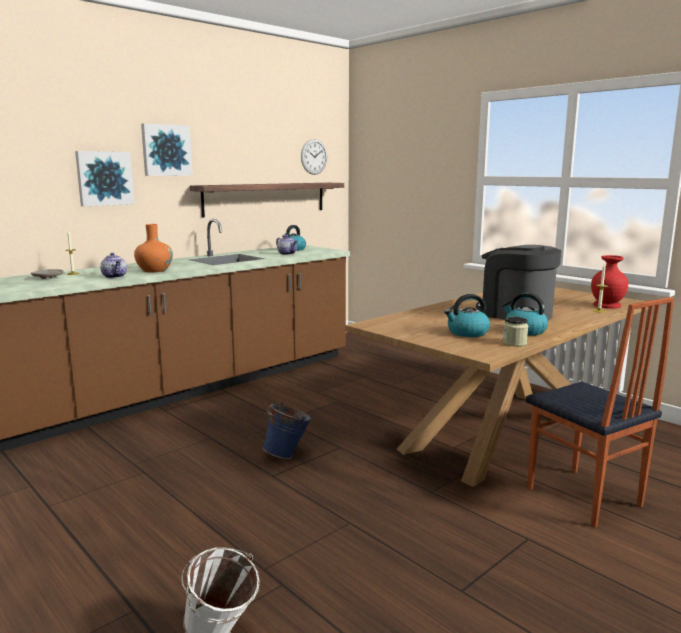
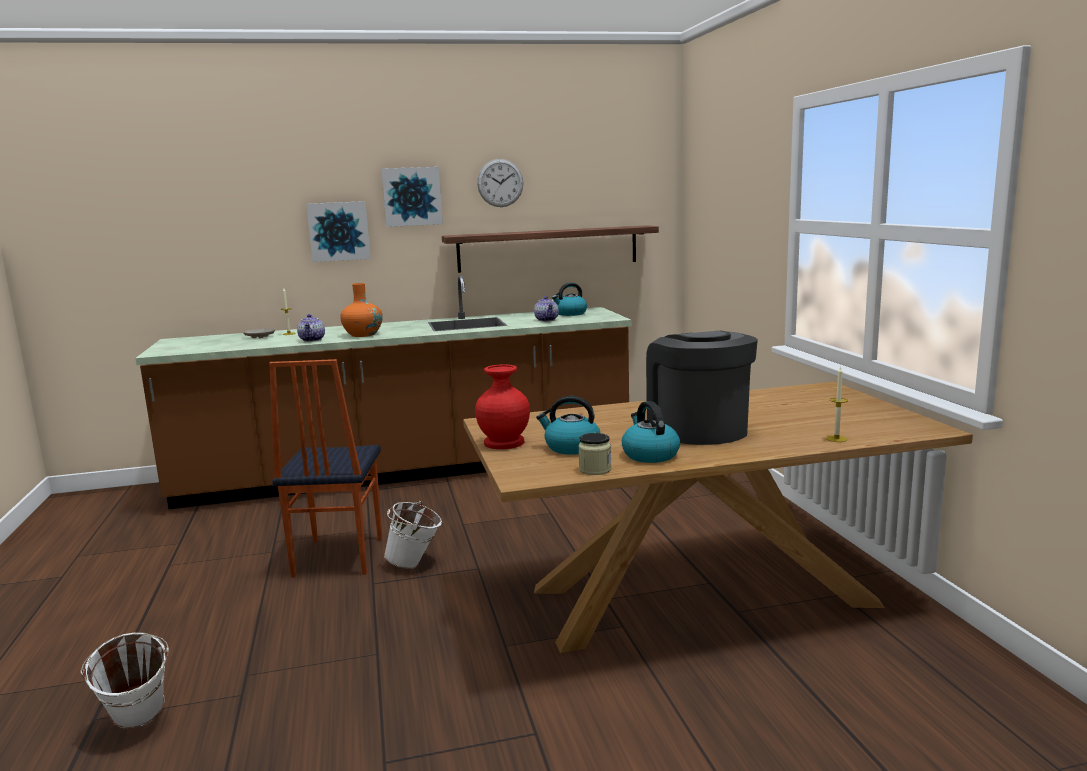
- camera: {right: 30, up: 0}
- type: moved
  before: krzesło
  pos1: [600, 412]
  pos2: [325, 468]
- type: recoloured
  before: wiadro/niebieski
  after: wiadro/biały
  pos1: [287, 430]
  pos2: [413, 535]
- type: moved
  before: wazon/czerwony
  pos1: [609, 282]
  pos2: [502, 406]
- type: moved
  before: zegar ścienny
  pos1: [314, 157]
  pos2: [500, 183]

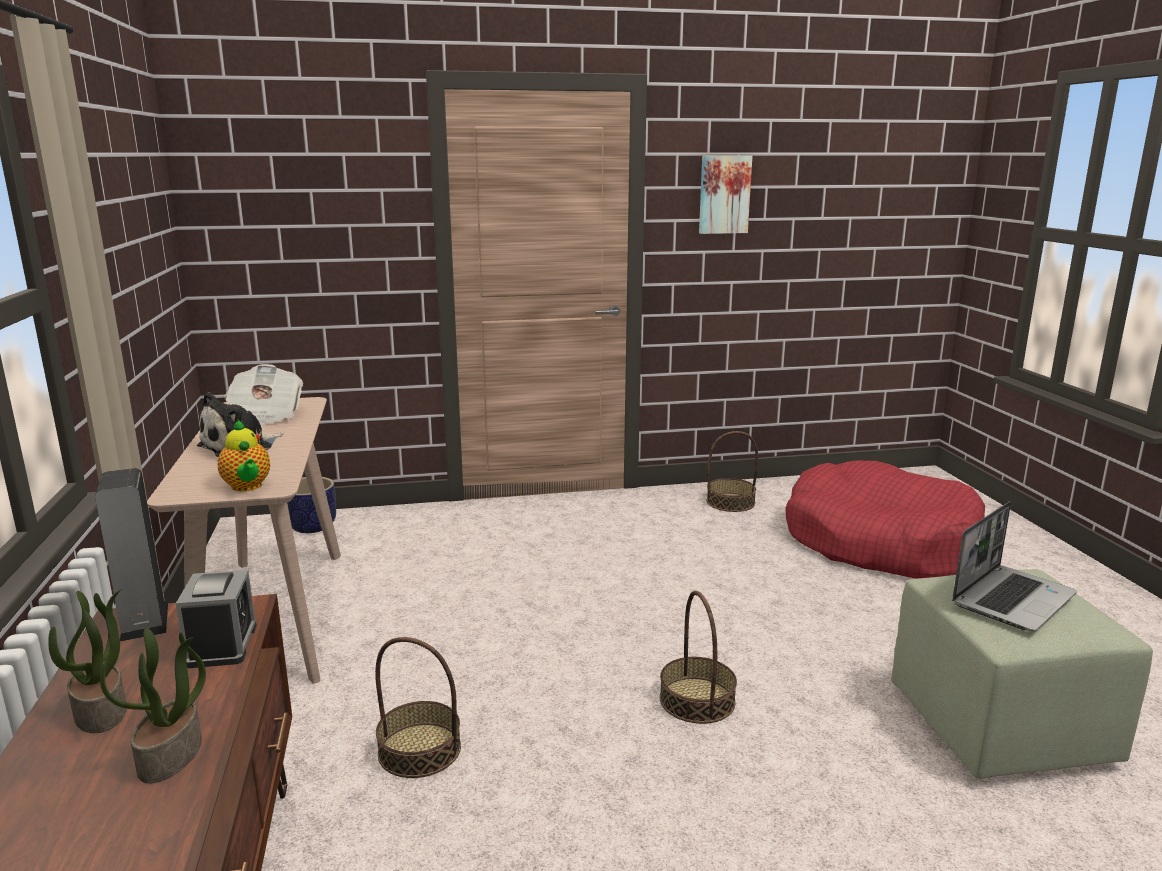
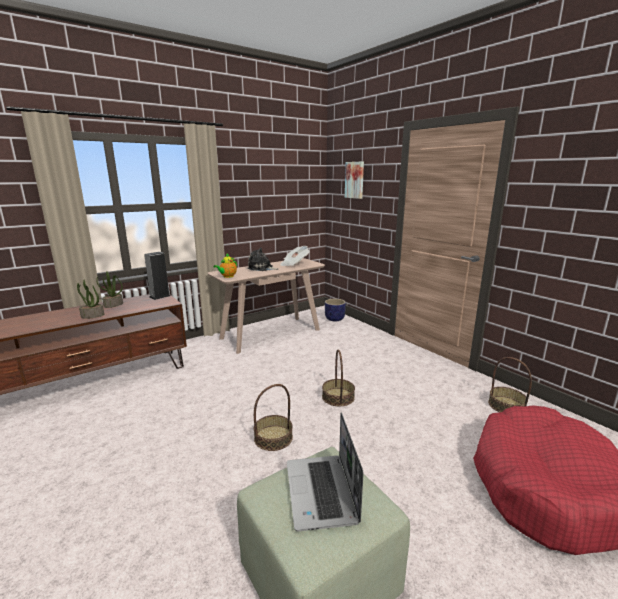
- camera: {right: 65, up: 0}
- type: turned
  before: laptop
  pos1: [1014, 566]
  pos2: [325, 472]
  turn: 60
- type: moved
  before: koszyk
  pos1: [418, 707]
  pos2: [338, 377]
- type: moved
  before: obraz
  pos1: [725, 194]
  pos2: [354, 180]
- type: removed
  before: budzik
  pos1: [216, 619]

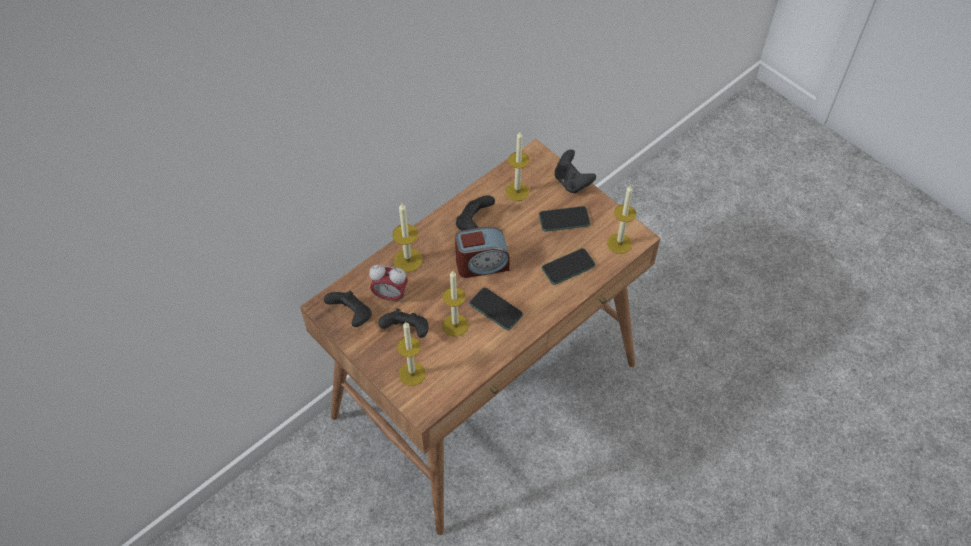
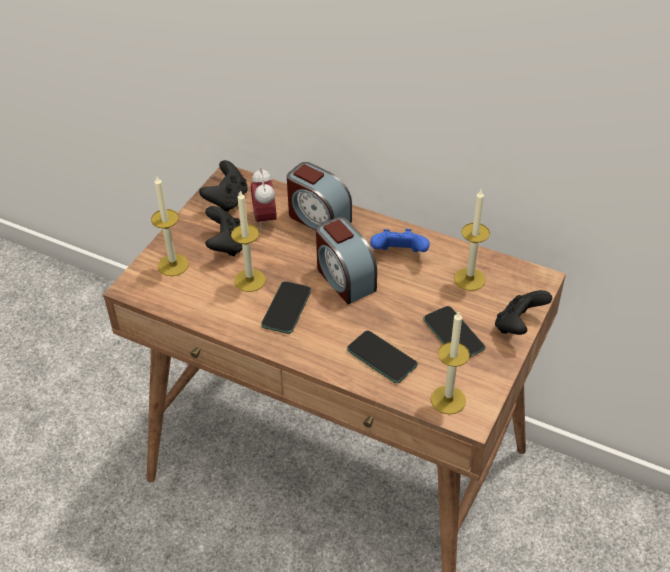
- camera: {right: 70, up: -10}
- type: replaced
  before: świeca
  after: budzik
  pos1: [407, 237]
  pos2: [319, 196]
- type: recoloured
  before: pad do gier/czarny
  after: pad do gier/niebieski
  pos1: [475, 212]
  pos2: [400, 240]

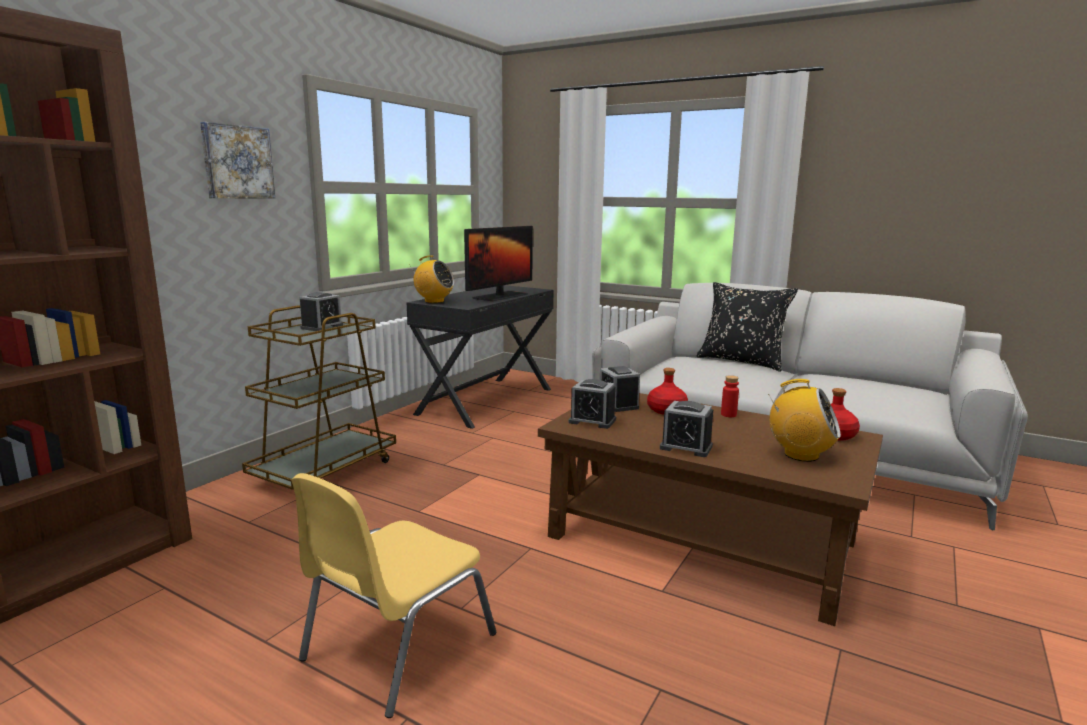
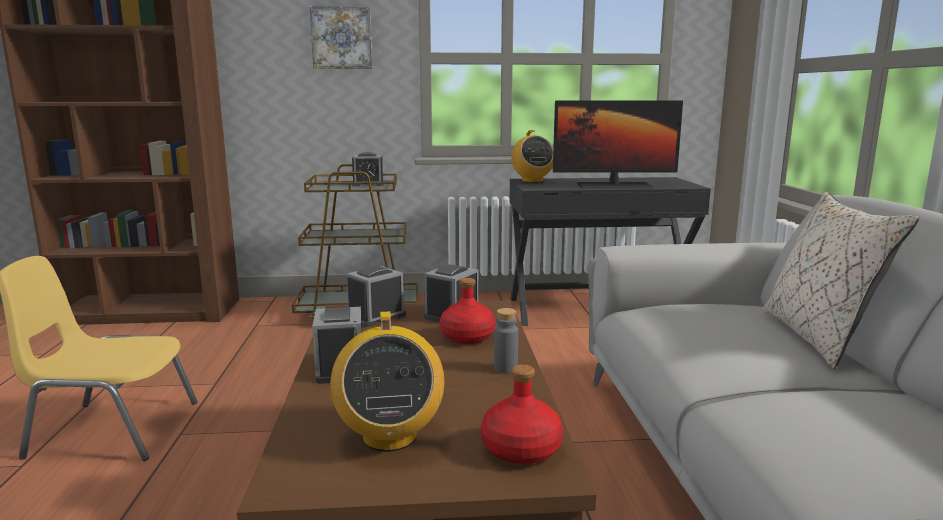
- camera: {right: 55, up: 0}
- type: turned
  before: budzik
  pos1: [592, 404]
  pos2: [376, 296]
  turn: 60
- type: recoloured
  before: butelka/czerwony
  after: butelka/szary
  pos1: [730, 396]
  pos2: [506, 340]
- type: recoloured
  before: poduszka/czarny
  after: poduszka/beżowy
  pos1: [747, 327]
  pos2: [840, 280]

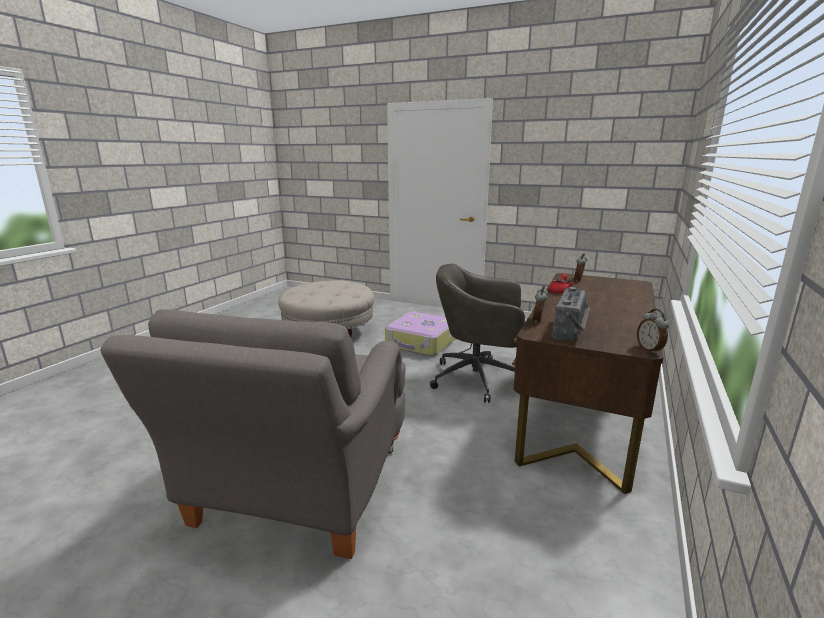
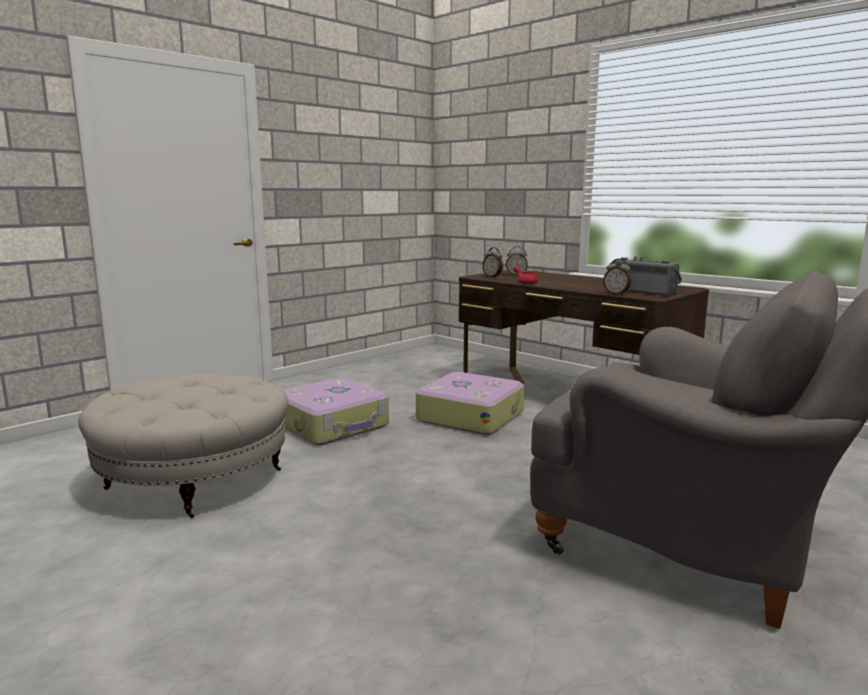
- camera: {right: -70, up: -5}
- type: replaced
  before: krzesło biurowe/szary
  after: walizka
  pos1: [477, 333]
  pos2: [470, 403]
- type: moved
  before: budzik
  pos1: [653, 331]
  pos2: [517, 260]

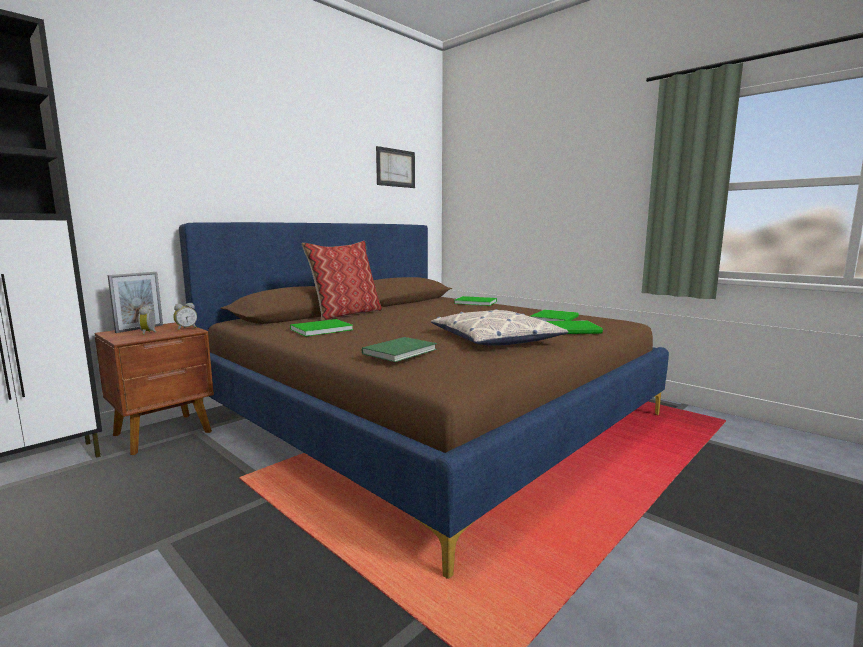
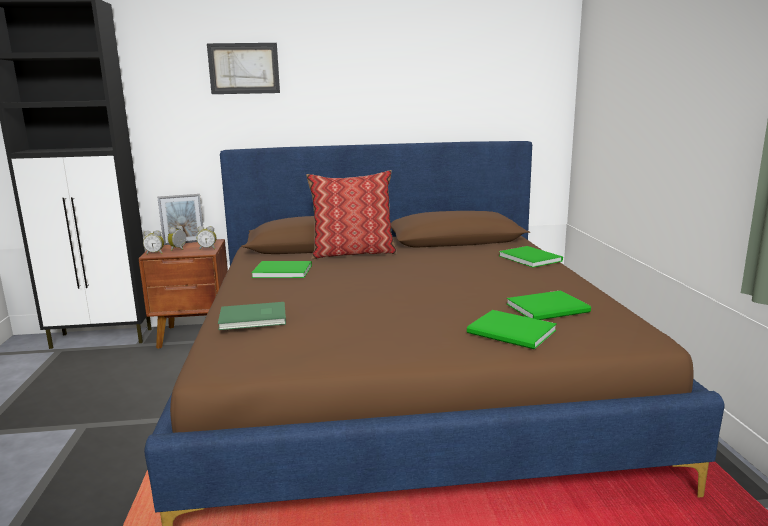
- camera: {right: 40, up: 5}
- type: added
  after: budzik
  pos2: [153, 242]
- type: moved
  before: obraz
  pos1: [395, 167]
  pos2: [243, 68]
- type: removed
  before: poduszka
  pos1: [500, 327]

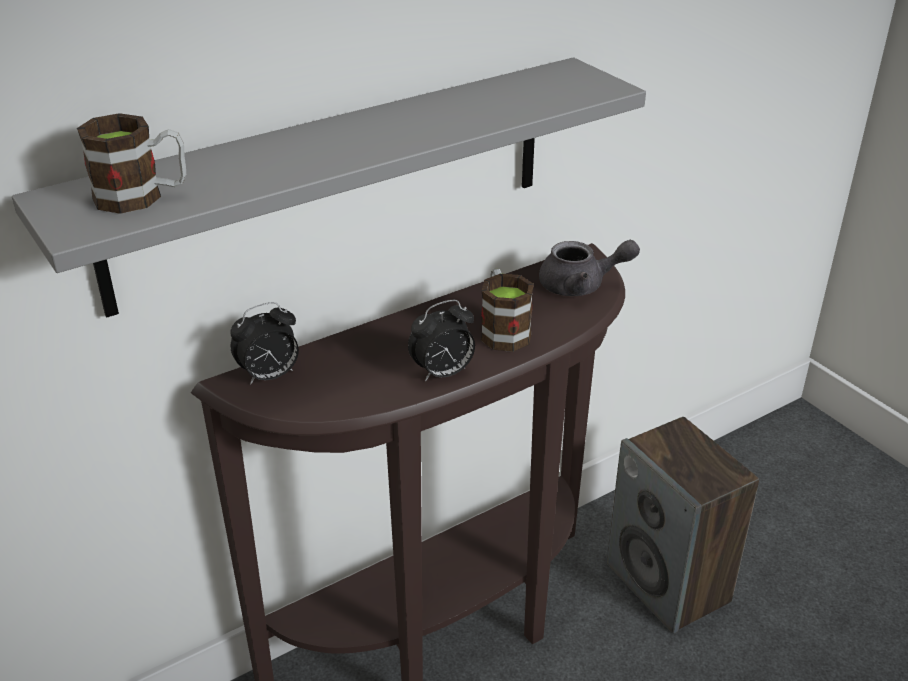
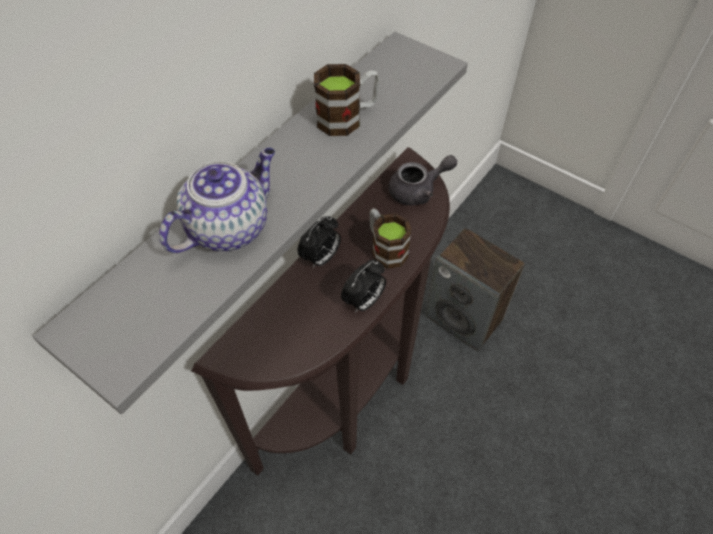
- camera: {right: -20, up: 20}
- type: added
  after: imbryk
  pos2: [217, 200]
- type: moved
  before: budzik
  pos1: [264, 343]
  pos2: [319, 242]
- type: moved
  before: kubek
  pos1: [131, 163]
  pos2: [347, 100]

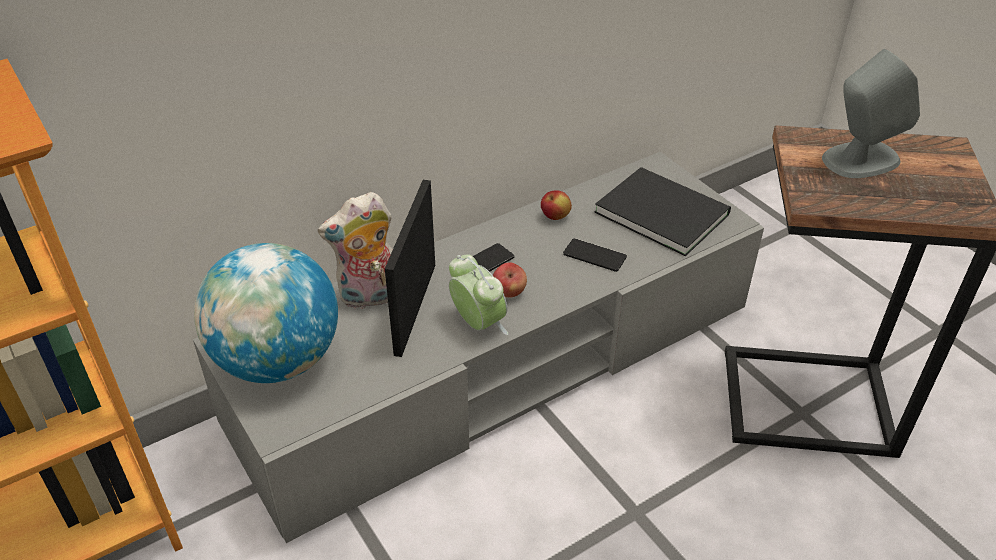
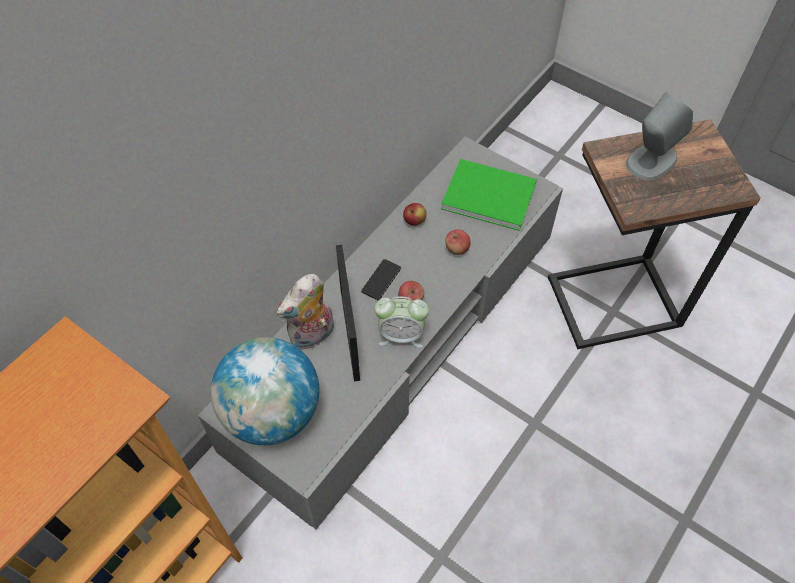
- camera: {right: -20, up: 15}
- type: turned
  before: budzik
  pos1: [478, 294]
  pos2: [401, 322]
  turn: 150
- type: recoloured
  before: książka/czarny
  after: książka/zielony
  pos1: [662, 211]
  pos2: [489, 195]
- type: replaced
  before: telefon
  after: jabłko
  pos1: [595, 255]
  pos2: [458, 242]

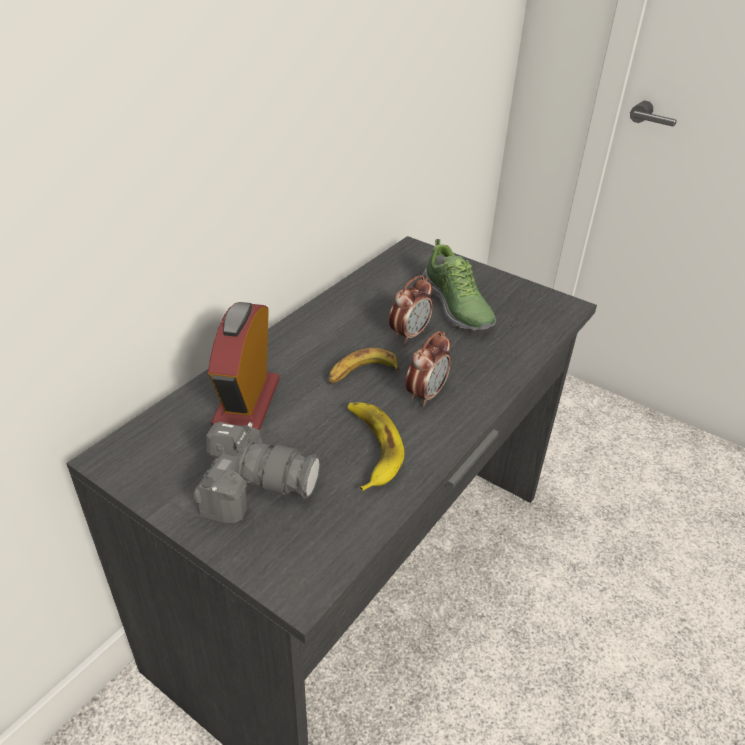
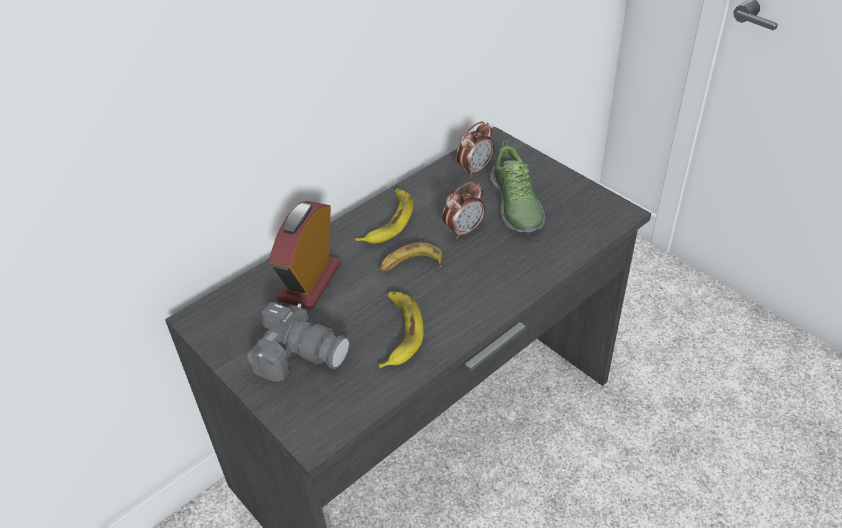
- camera: {right: 15, up: 5}
- type: added
  after: banan
  pos2: [384, 216]
- type: moved
  before: budzik
  pos1: [428, 369]
  pos2: [475, 149]

